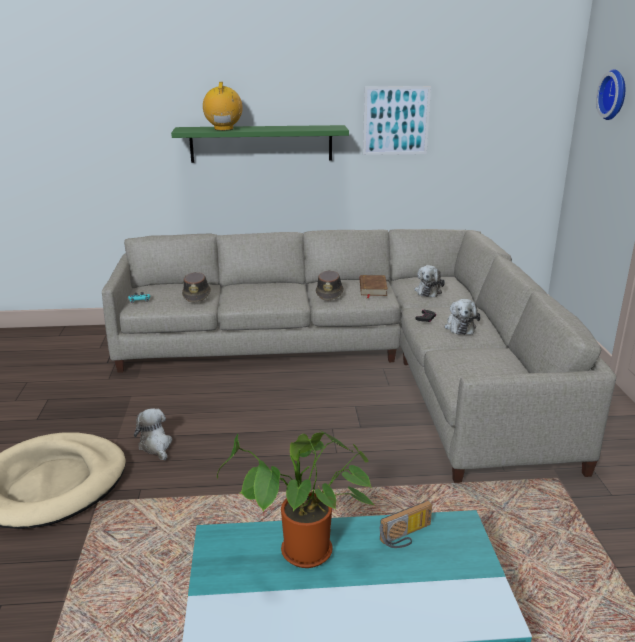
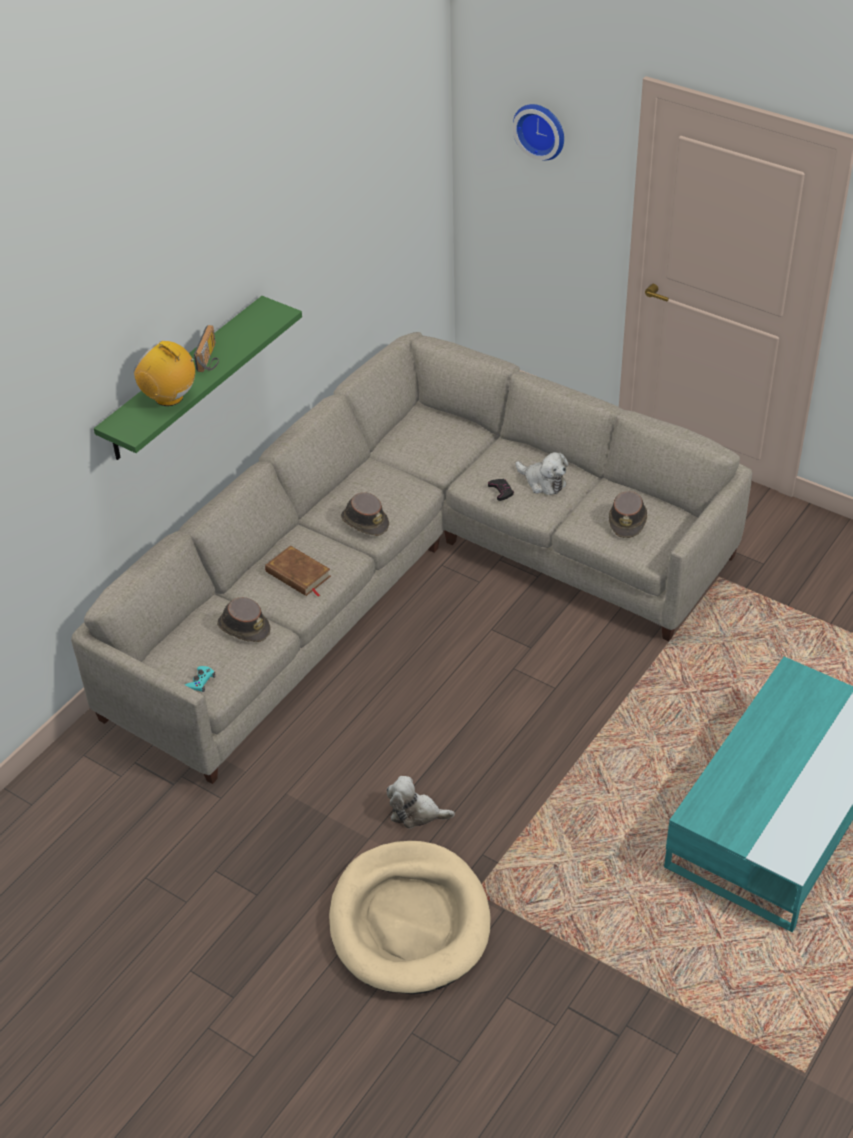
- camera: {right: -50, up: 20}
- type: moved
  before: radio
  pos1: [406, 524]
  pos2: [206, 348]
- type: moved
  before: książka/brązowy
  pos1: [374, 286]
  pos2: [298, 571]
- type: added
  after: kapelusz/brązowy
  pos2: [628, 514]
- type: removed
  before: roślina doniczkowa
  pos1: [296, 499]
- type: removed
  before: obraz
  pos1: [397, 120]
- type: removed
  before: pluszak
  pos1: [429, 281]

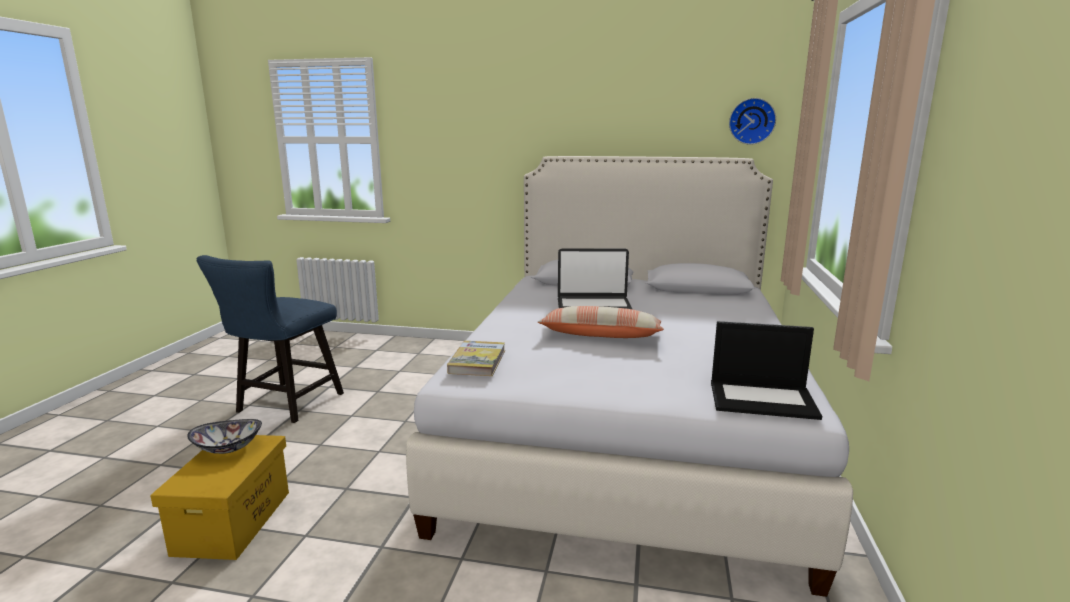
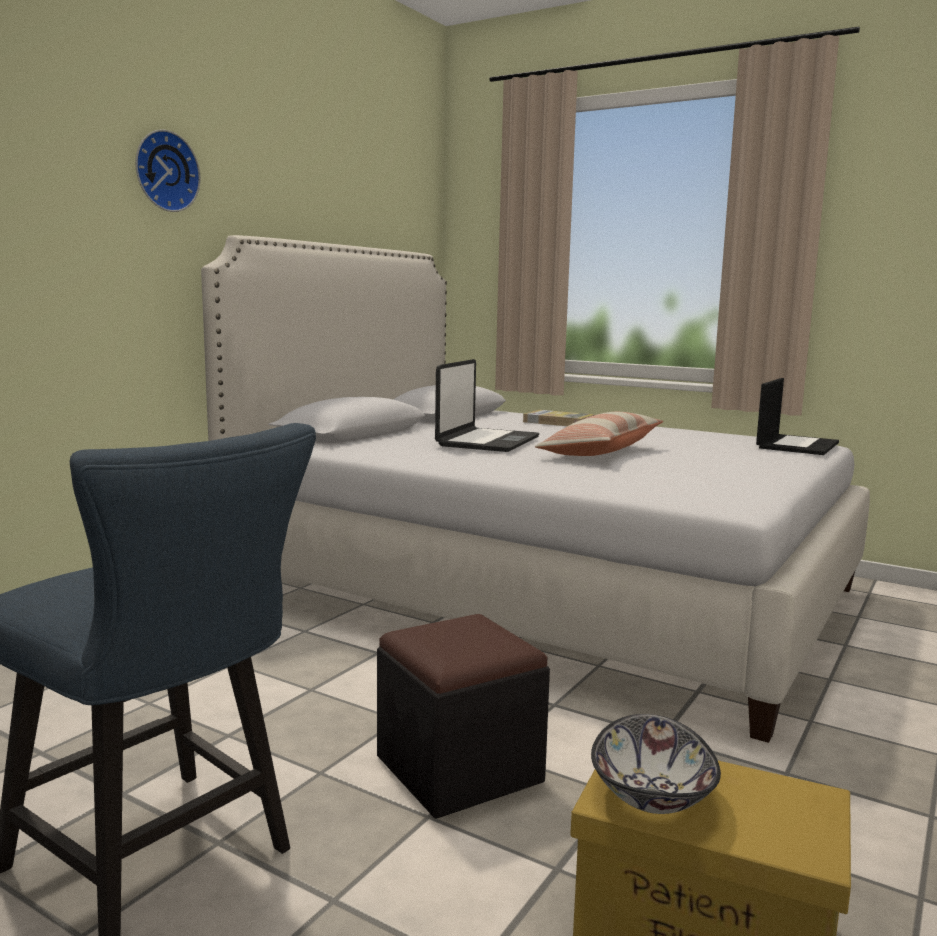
- camera: {right: -70, up: -5}
- type: moved
  before: zegar ścienny
  pos1: [752, 121]
  pos2: [167, 170]
- type: added
  after: pufa/czarny
  pos2: [463, 716]
- type: moved
  before: książka
  pos1: [476, 358]
  pos2: [559, 418]

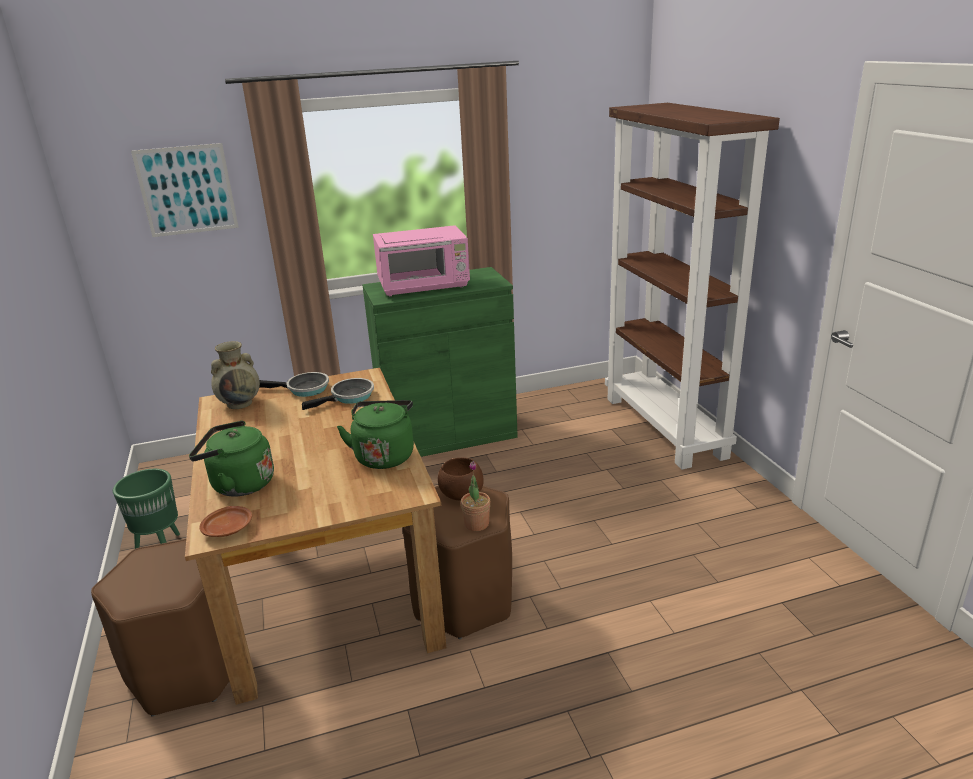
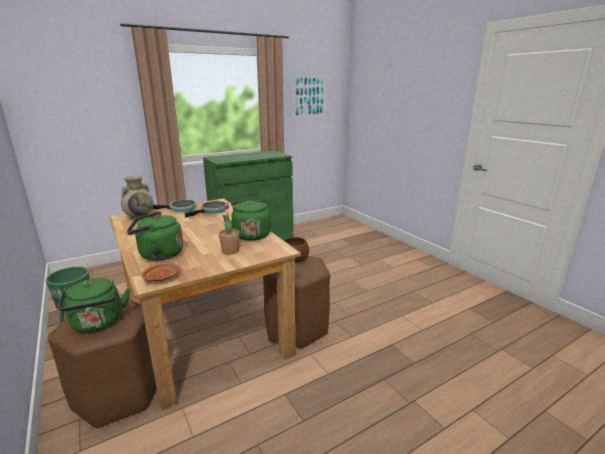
- camera: {right: -15, up: -5}
- type: added
  after: czajnik/zielony
  pos2: [94, 305]
- type: moved
  before: roślina doniczkowa
  pos1: [475, 496]
  pos2: [229, 229]
- type: moved
  before: obraz
  pos1: [185, 190]
  pos2: [309, 96]
- type: removed
  before: mikrofalówka/różowy
  pos1: [421, 260]
- type: removed
  before: regał/brązowy
  pos1: [692, 286]

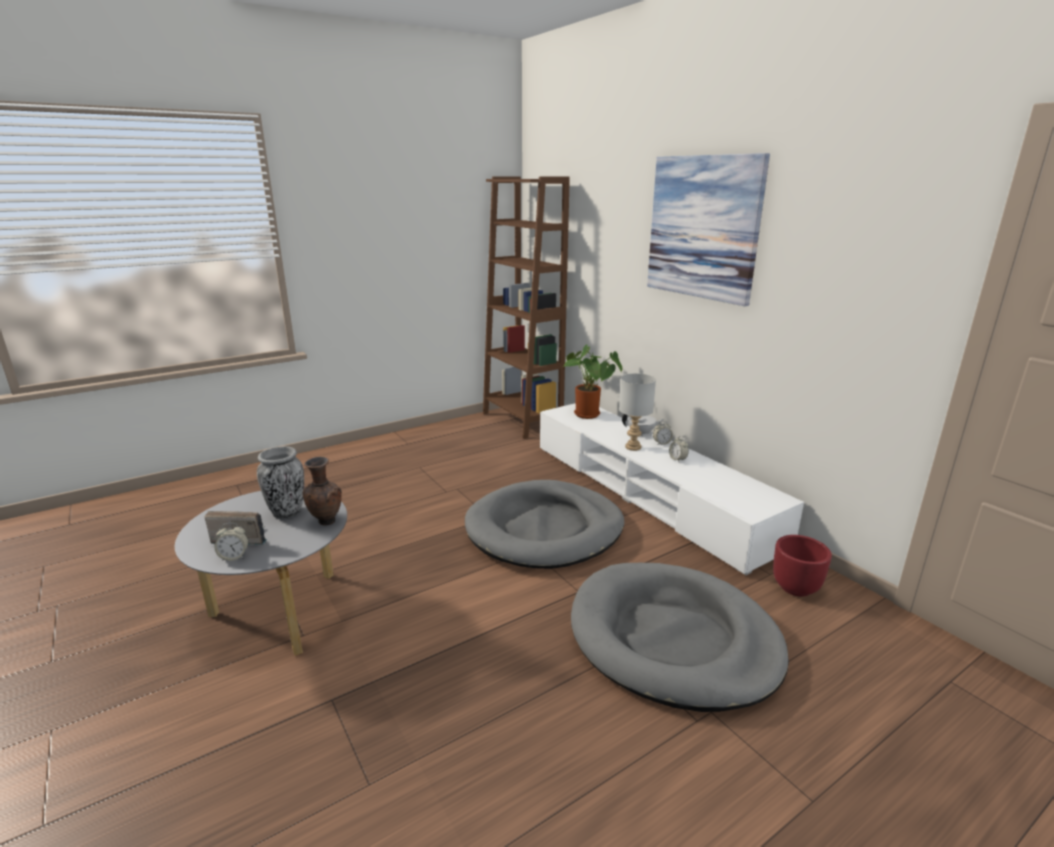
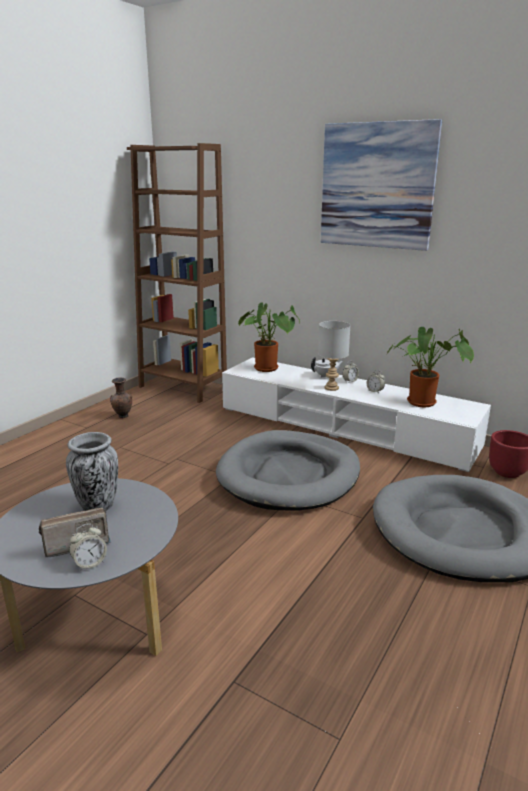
- camera: {right: -25, up: 0}
- type: moved
  before: wazon/brązowy
  pos1: [322, 491]
  pos2: [121, 397]
- type: added
  after: roślina doniczkowa
  pos2: [430, 367]

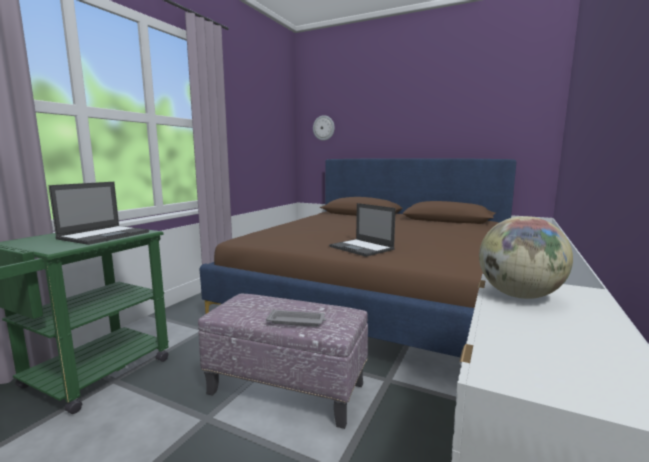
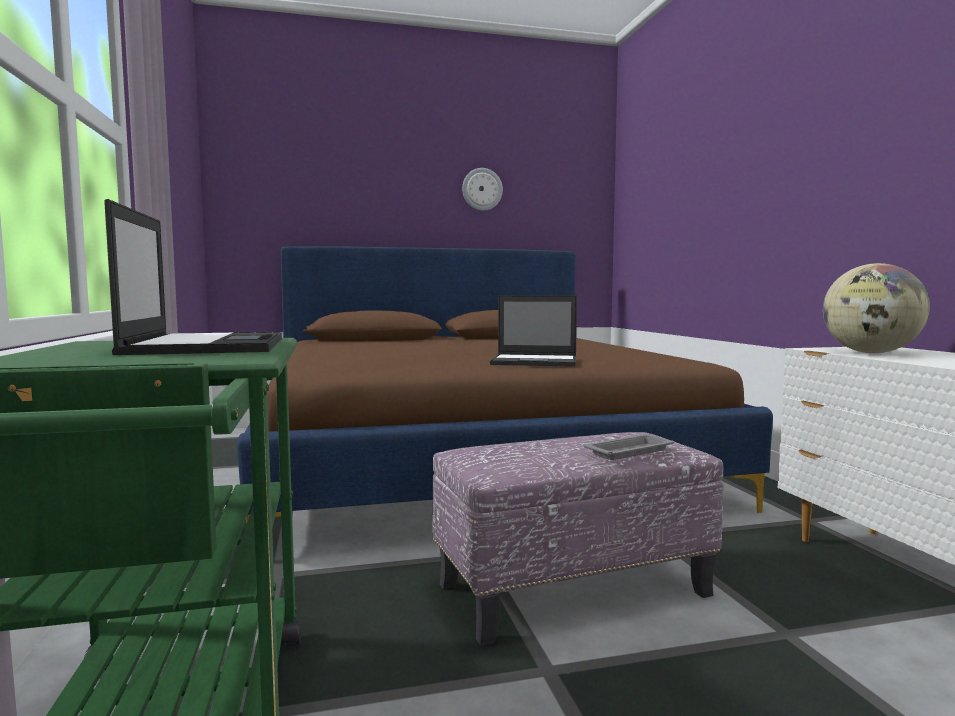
- camera: {right: -40, up: -5}
- type: moved
  before: zegar ścienny
  pos1: [324, 128]
  pos2: [482, 189]

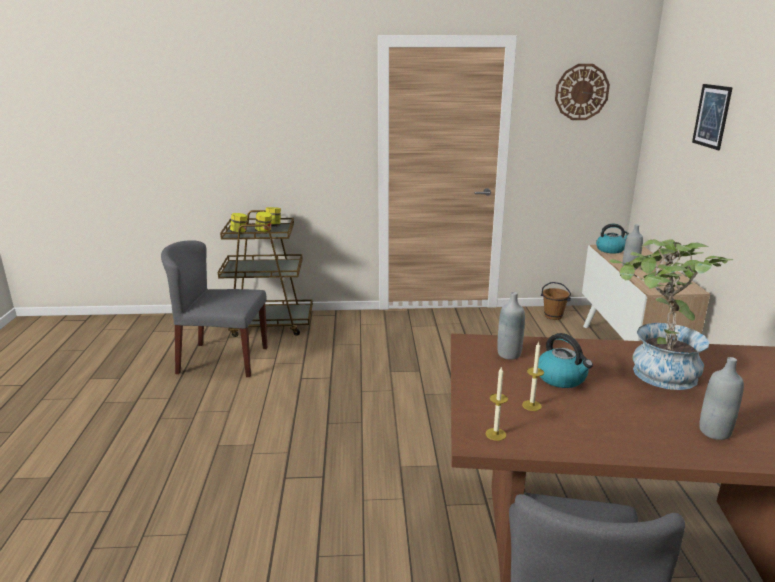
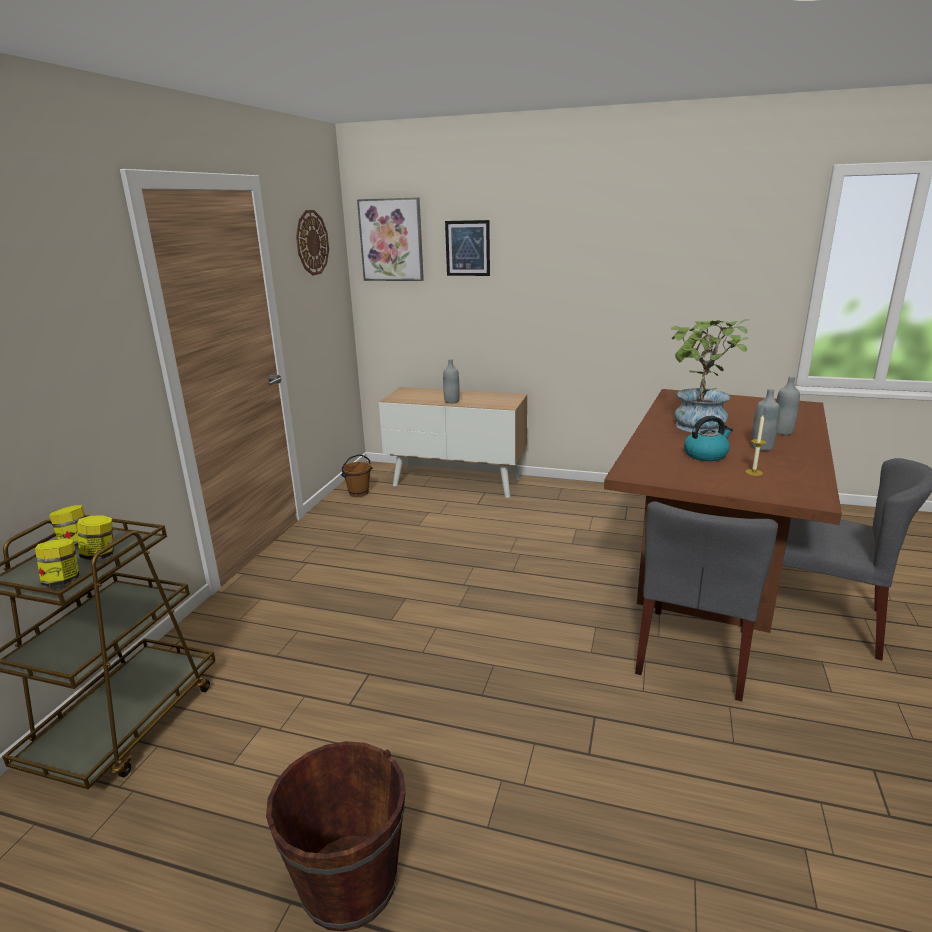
- camera: {right: -70, up: 0}
- type: added
  after: wiadro/brązowy
  pos2: [336, 836]
- type: added
  after: obraz
  pos2: [390, 239]
- type: moved
  before: krzesło/szary
  pos1: [214, 308]
  pos2: [706, 601]
- type: moved
  before: butelka/szary
  pos1: [511, 325]
  pos2: [765, 420]
- type: removed
  before: świeca
  pos1: [497, 403]
- type: removed
  before: czajnik
  pos1: [612, 239]

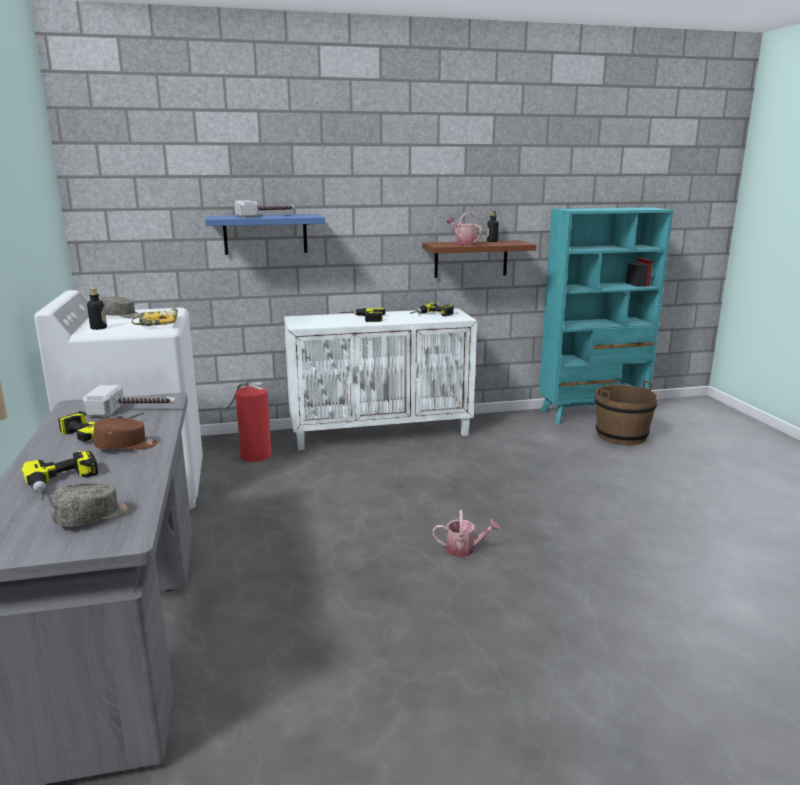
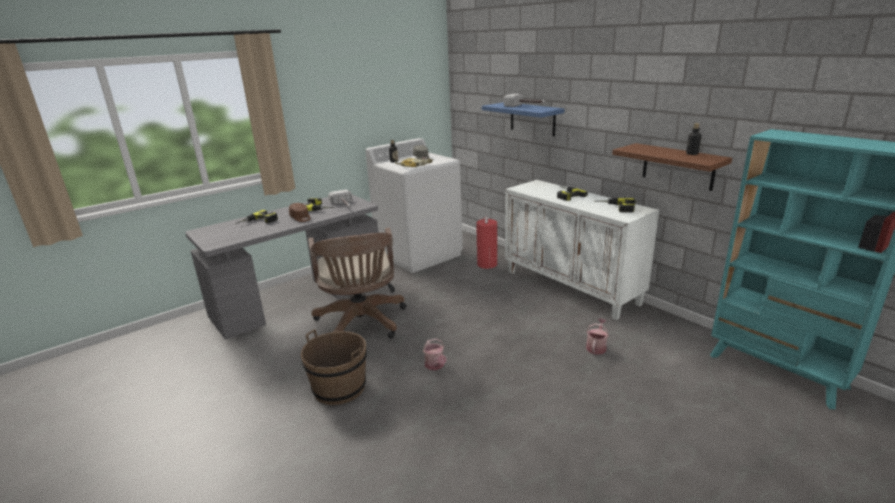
- camera: {right: 65, up: 5}
- type: moved
  before: wiadro/brązowy
  pos1: [626, 412]
  pos2: [334, 367]
- type: added
  after: krzesło biurowe/brązowy
  pos2: [357, 283]
- type: moved
  before: konewka
  pos1: [464, 229]
  pos2: [597, 336]
- type: removed
  before: czapka z daszkiem/szary
  pos1: [91, 505]

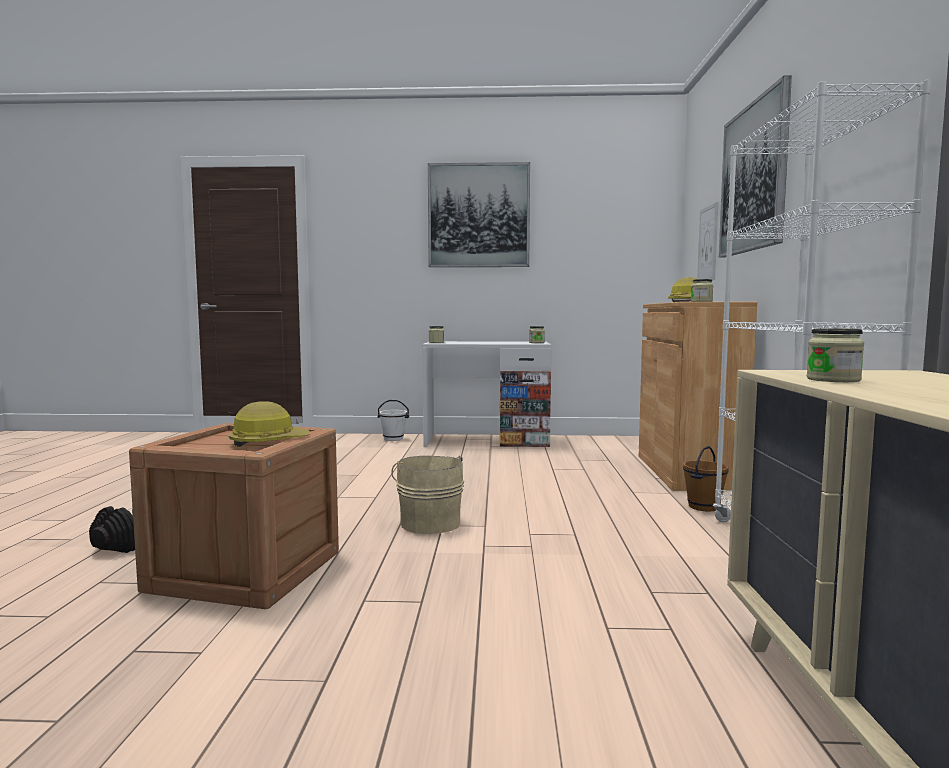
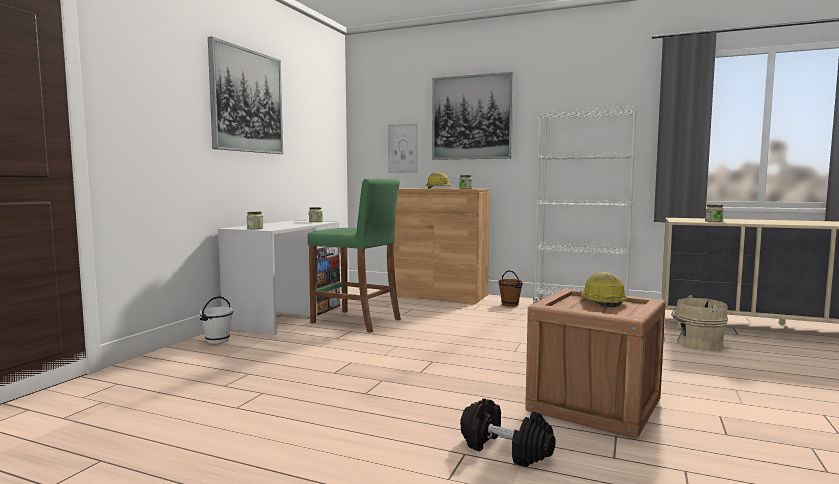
- camera: {right: -70, up: 0}
- type: added
  after: stołek/zielony
  pos2: [354, 256]
- type: moved
  before: wiadro/beżowy
  pos1: [427, 495]
  pos2: [699, 323]

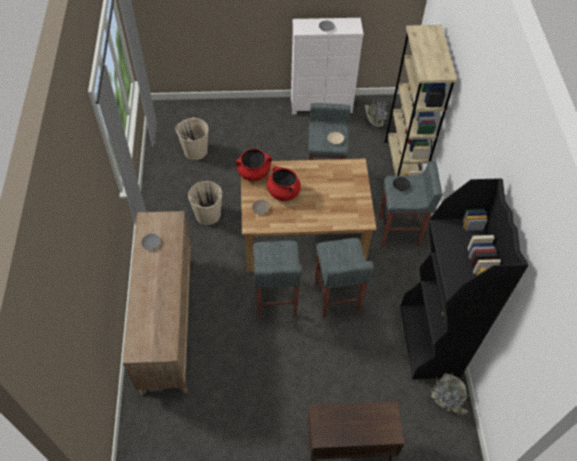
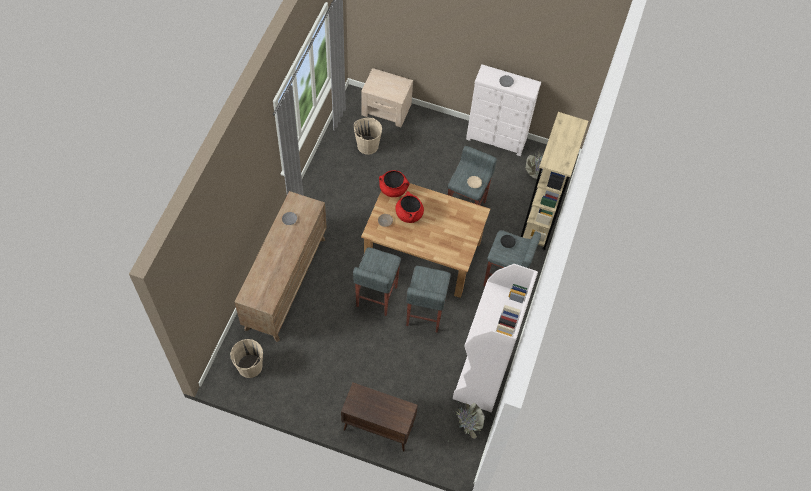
- camera: {right: 20, up: 5}
- type: moved
  before: wiadro/beżowy
  pos1: [205, 203]
  pos2: [246, 358]
- type: added
  after: szafka nocna/beżowy
  pos2: [387, 97]
- type: recoloured
  before: regał/czarny
  after: regał/biały
  pos1: [464, 278]
  pos2: [495, 338]

